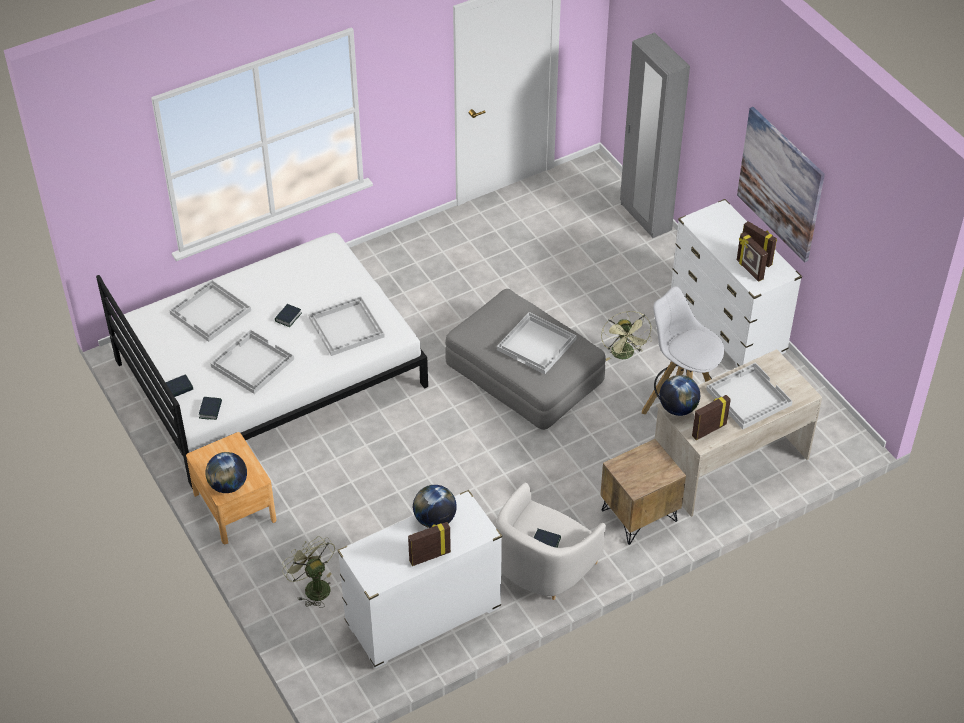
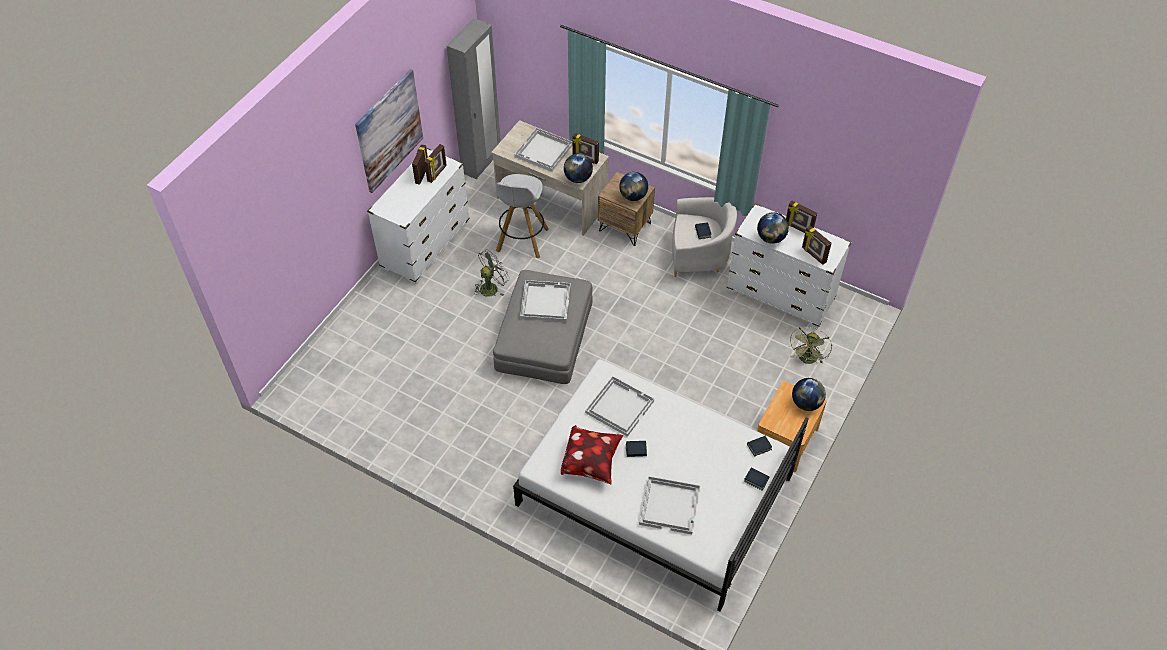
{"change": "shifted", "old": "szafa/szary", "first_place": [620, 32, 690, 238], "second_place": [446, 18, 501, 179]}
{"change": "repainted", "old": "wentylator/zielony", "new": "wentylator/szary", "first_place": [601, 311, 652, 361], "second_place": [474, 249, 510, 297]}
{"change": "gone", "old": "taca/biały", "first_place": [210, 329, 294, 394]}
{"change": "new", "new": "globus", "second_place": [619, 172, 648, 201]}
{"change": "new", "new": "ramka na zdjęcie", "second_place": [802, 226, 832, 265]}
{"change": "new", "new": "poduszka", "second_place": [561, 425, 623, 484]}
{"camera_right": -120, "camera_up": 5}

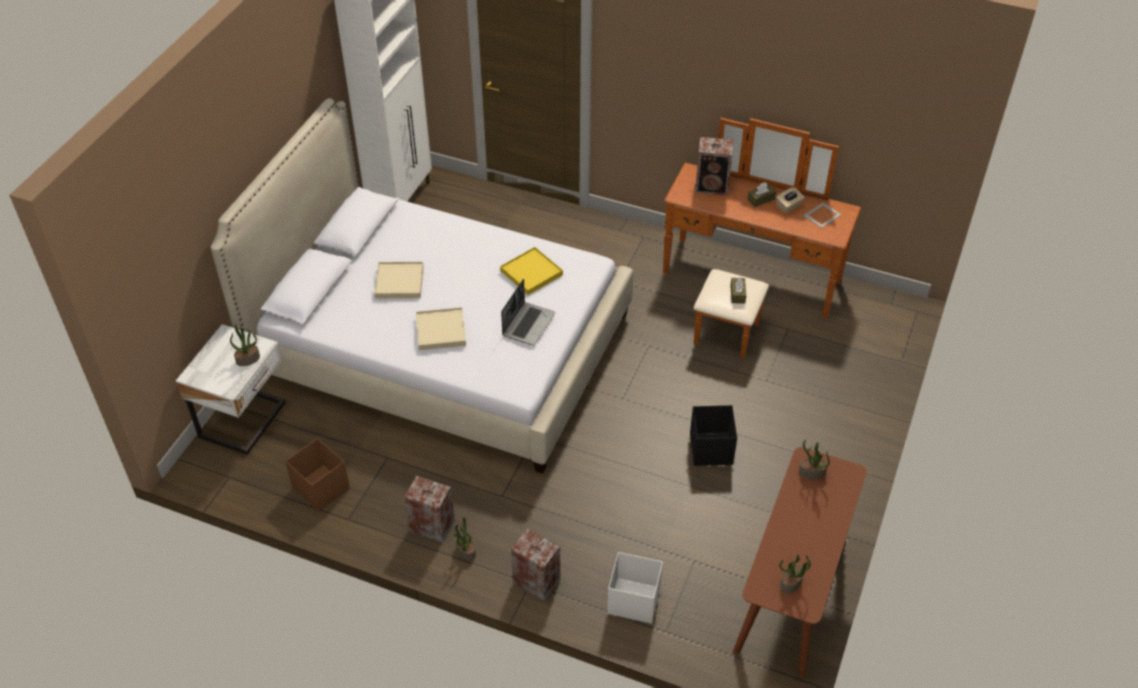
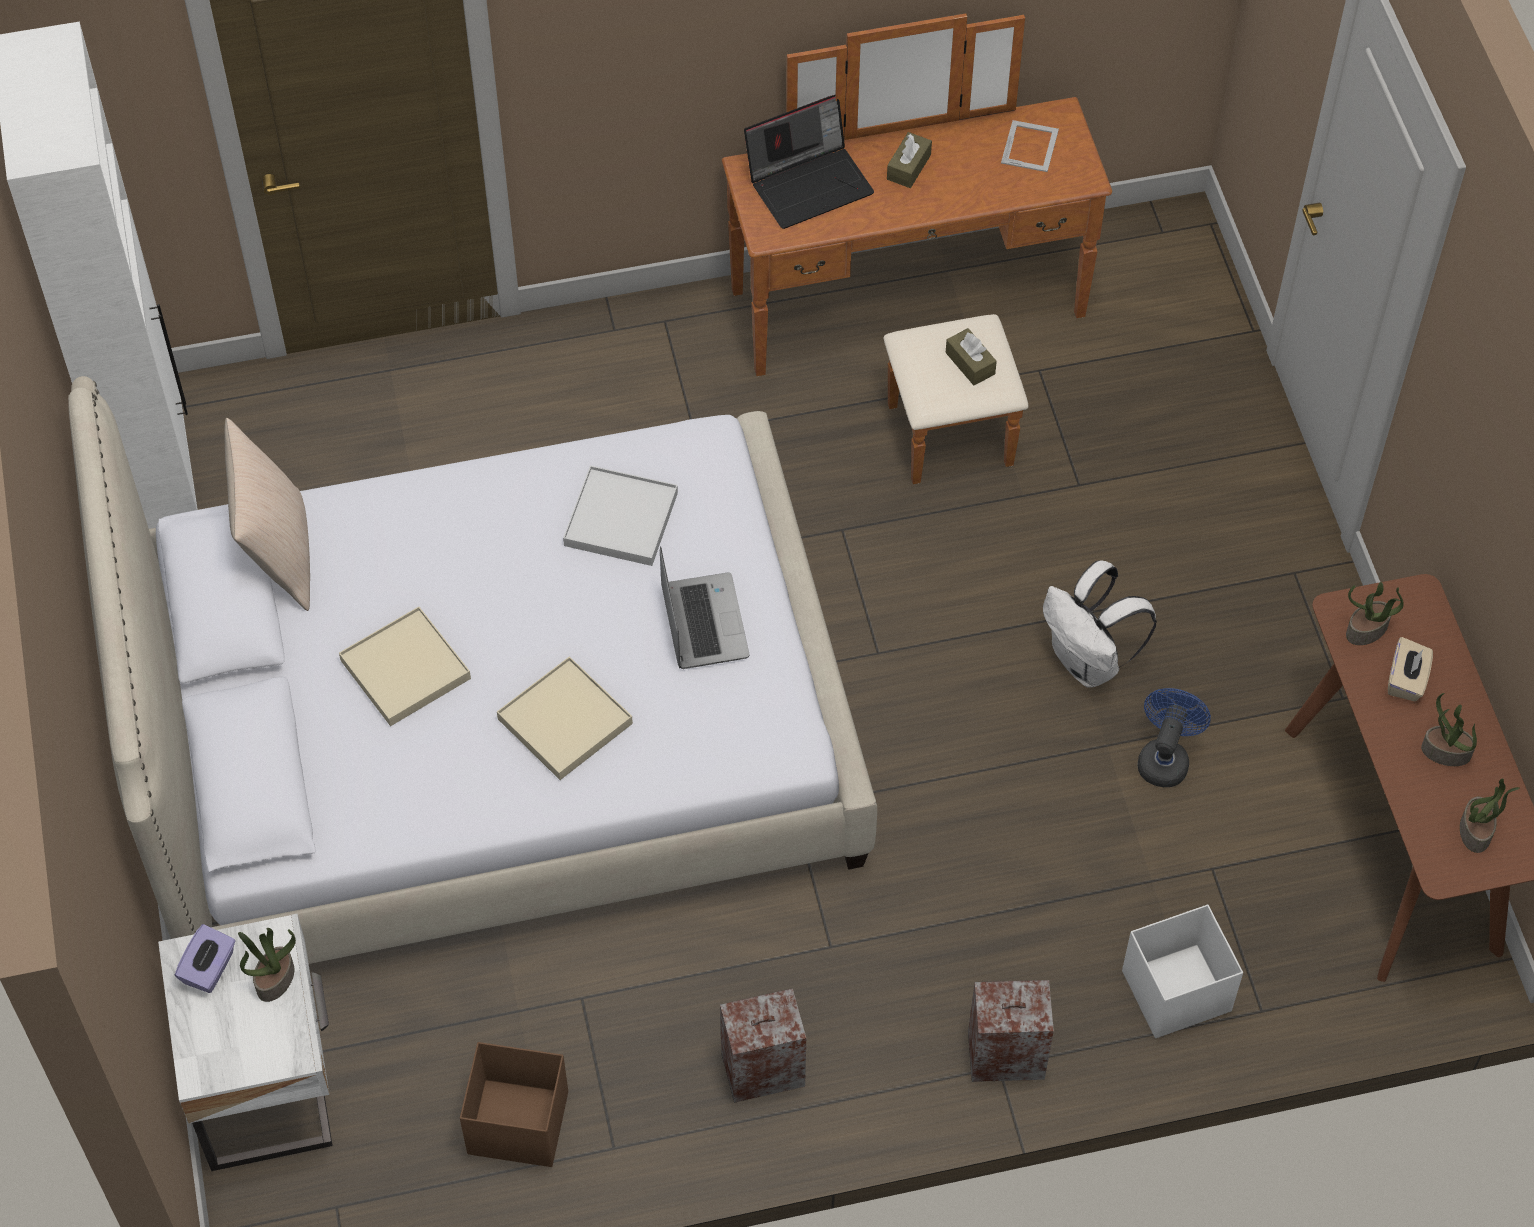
{"change": "swapped", "old": "głośnik", "new": "laptop", "first_place": [695, 137, 734, 196], "second_place": [744, 95, 874, 229]}
{"change": "shifted", "old": "pudełko chusteczek/beżowy", "first_place": [776, 187, 805, 213], "second_place": [1388, 637, 1433, 701]}
{"change": "repainted", "old": "taca/żółty", "new": "taca/biały", "first_place": [500, 247, 563, 295], "second_place": [563, 465, 678, 566]}
{"change": "swapped", "old": "pojemnik do przechowywania/czarny", "new": "plecak/biały", "first_place": [690, 405, 737, 466], "second_place": [1043, 561, 1157, 688]}
{"change": "shifted", "old": "roślina doniczkowa", "first_place": [453, 517, 476, 561], "second_place": [1421, 693, 1477, 766]}
{"change": "new", "new": "poduszka/beżowy", "second_place": [224, 418, 310, 611]}
{"change": "new", "new": "wentylator/niebieski", "second_place": [1138, 688, 1211, 787]}
{"change": "new", "new": "pudełko chusteczek/fioletowy", "second_place": [175, 924, 235, 993]}
{"camera_right": -35, "camera_up": 10}

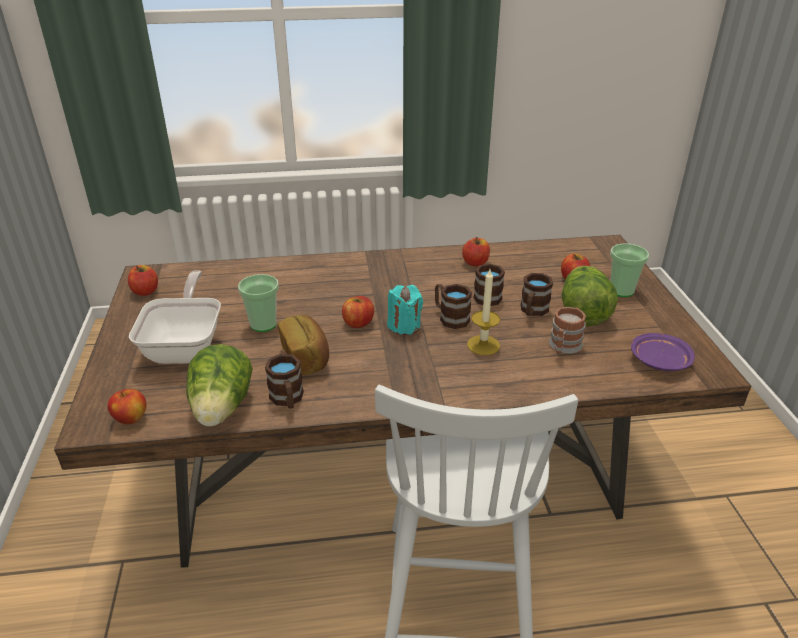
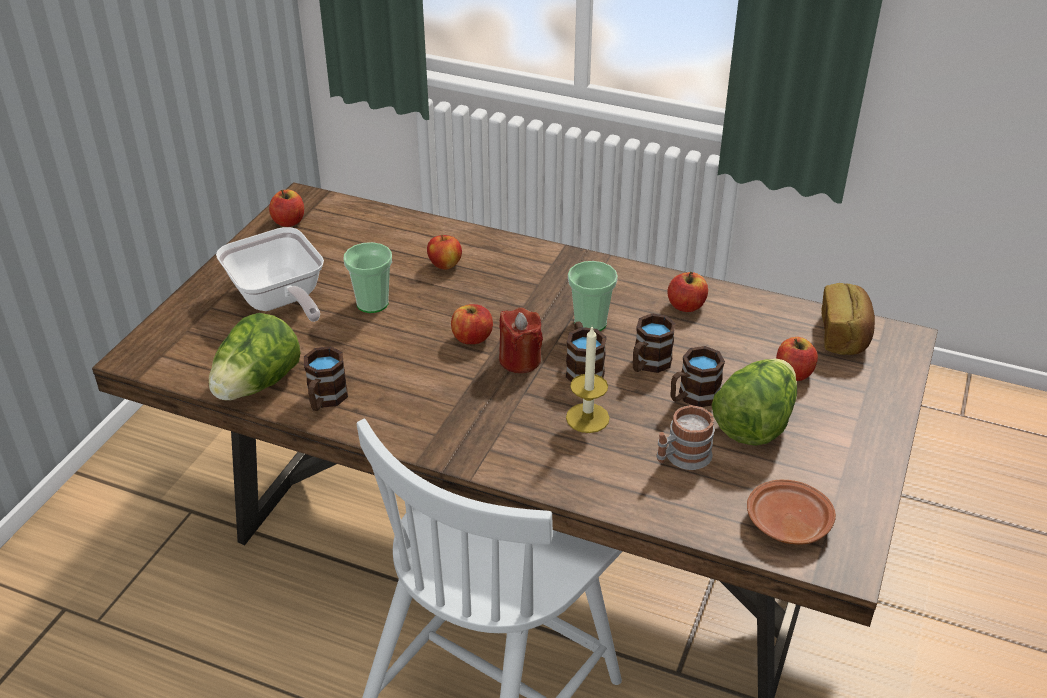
{"change": "shifted", "old": "filiżanka", "first_place": [610, 243, 649, 297], "second_place": [568, 261, 618, 331]}
{"change": "rotated", "old": "patelnia", "first_place": [129, 270, 221, 364], "second_place": [216, 227, 324, 322], "degrees": 120}
{"change": "repainted", "old": "świeca/turkusowy", "new": "świeca/czerwony", "first_place": [387, 285, 423, 335], "second_place": [499, 308, 543, 373]}
{"change": "shifted", "old": "chleb", "first_place": [278, 315, 329, 375], "second_place": [821, 283, 875, 355]}
{"change": "repainted", "old": "talerz/fioletowy", "new": "talerz/brązowy", "first_place": [631, 333, 695, 371], "second_place": [747, 480, 836, 544]}
{"change": "shifted", "old": "jabłko", "first_place": [108, 389, 147, 424], "second_place": [427, 235, 462, 270]}
{"camera_right": 30, "camera_up": 5}

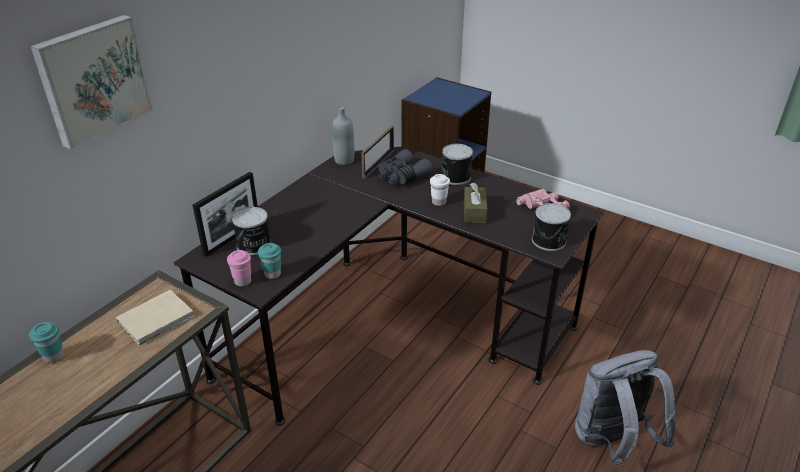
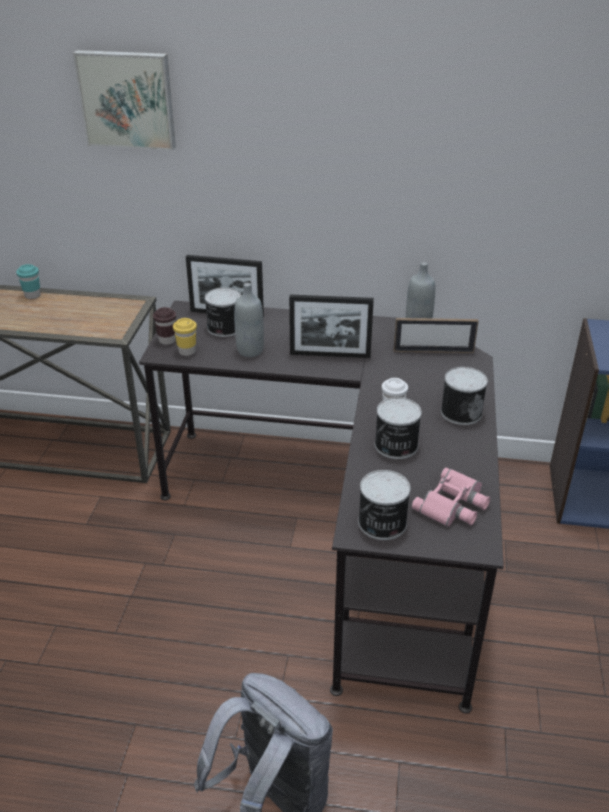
{"change": "gone", "old": "lornetka/szary", "first_place": [377, 149, 432, 185]}
{"change": "swapped", "old": "pudełko chusteczek/brązowy", "new": "puszka", "first_place": [464, 183, 487, 223], "second_place": [375, 397, 422, 459]}
{"change": "repainted", "old": "filiżanka/turkusowy", "new": "filiżanka/żółty", "first_place": [258, 243, 281, 279], "second_place": [173, 318, 197, 356]}
{"change": "repainted", "old": "filiżanka/różowy", "new": "filiżanka/brązowy", "first_place": [227, 250, 251, 287], "second_place": [153, 307, 176, 345]}
{"change": "gone", "old": "książka/beżowy", "first_place": [116, 290, 194, 346]}
{"change": "new", "new": "butelka/szary", "second_place": [234, 283, 264, 357]}
{"change": "new", "new": "ramka na zdjęcie", "second_place": [289, 295, 374, 358]}
{"camera_right": 65, "camera_up": 0}

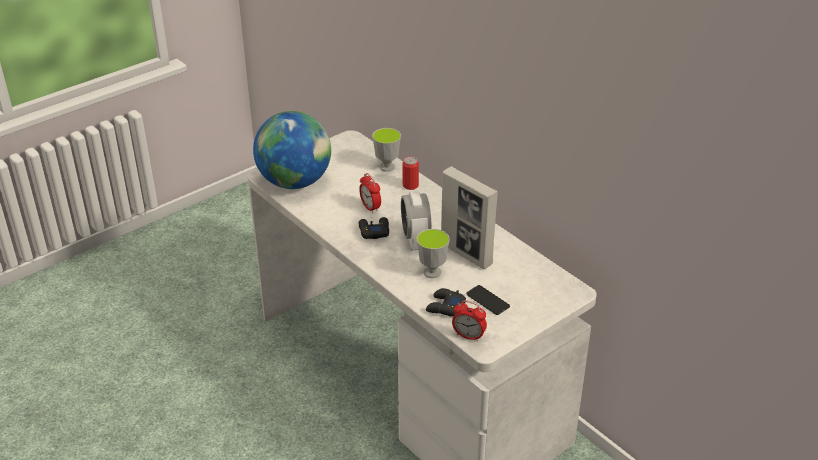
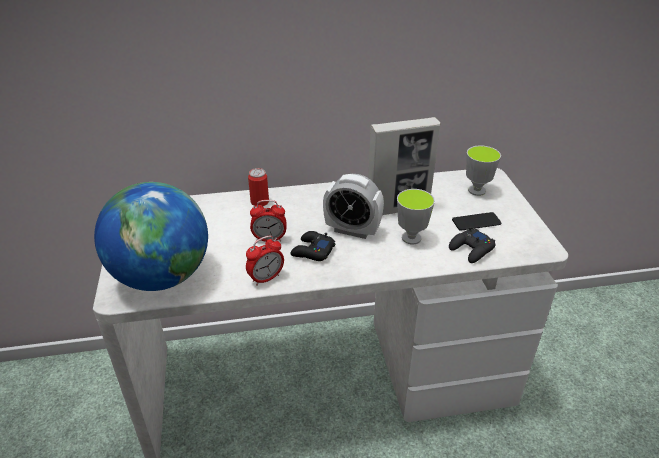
{"change": "shifted", "old": "filiżanka", "first_place": [372, 128, 401, 172], "second_place": [466, 145, 501, 196]}
{"change": "shifted", "old": "budzik", "first_place": [452, 300, 487, 342], "second_place": [246, 236, 284, 286]}
{"camera_right": -60, "camera_up": 0}

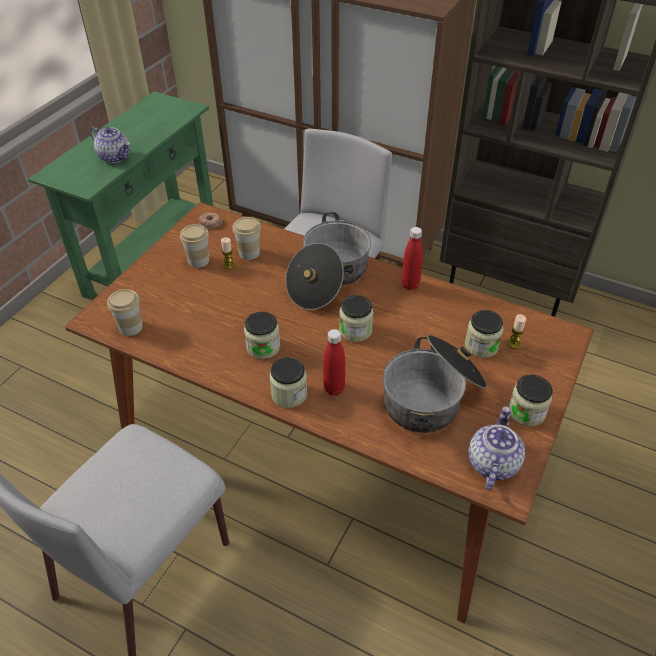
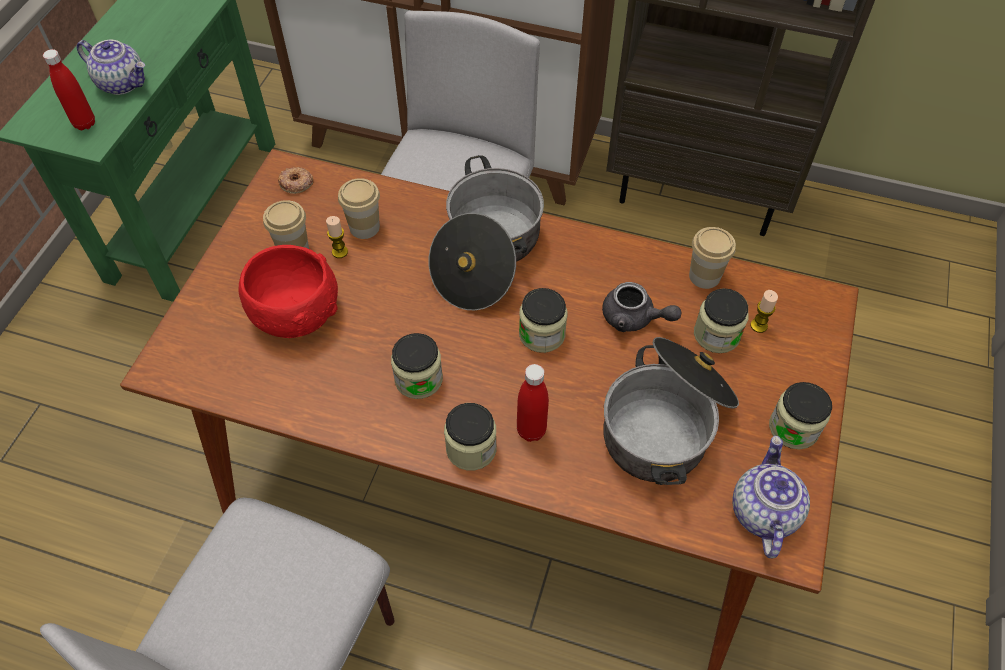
{"change": "shifted", "old": "butelka/czerwony", "first_place": [401, 227, 423, 290], "second_place": [43, 49, 95, 130]}
{"change": "shifted", "old": "filiżanka", "first_place": [107, 289, 143, 336], "second_place": [689, 227, 736, 289]}
{"change": "new", "new": "miska/czerwony", "second_place": [239, 245, 338, 338]}
{"change": "new", "new": "imbryk/szary", "second_place": [602, 282, 681, 332]}
{"camera_right": -10, "camera_up": 10}

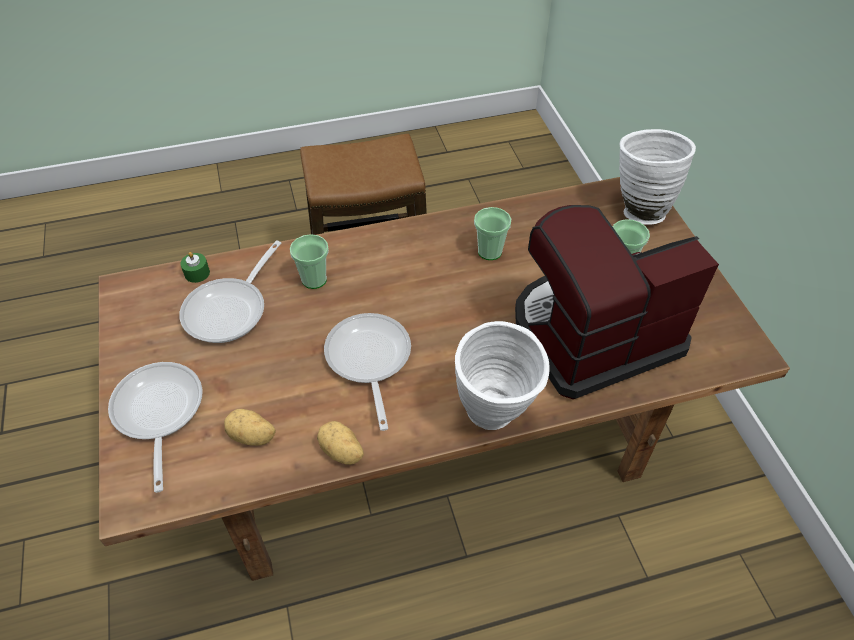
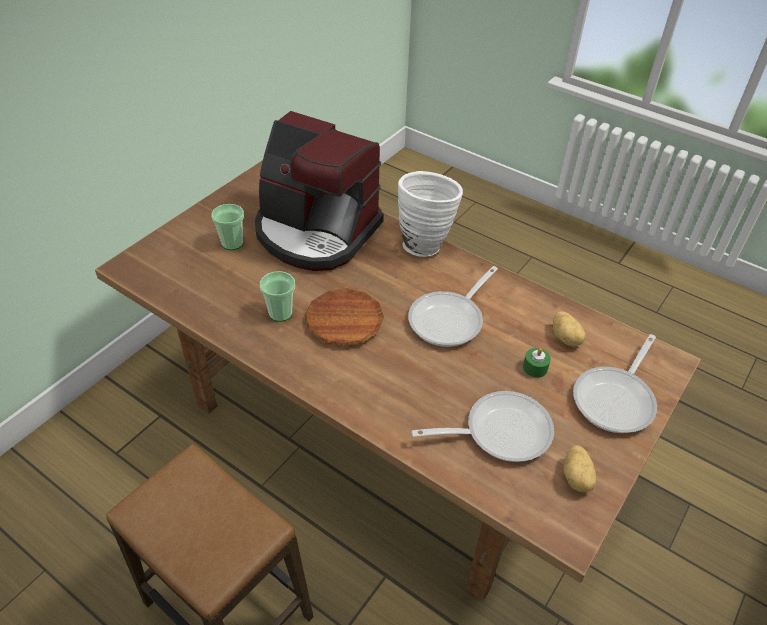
{"change": "gone", "old": "wazon/biały", "first_place": [619, 129, 696, 225]}
{"change": "gone", "old": "filiżanka", "first_place": [290, 234, 329, 289]}
{"change": "shifted", "old": "świeca/zielony", "first_place": [180, 252, 210, 283], "second_place": [523, 348, 551, 378]}
{"change": "shifted", "old": "ziemniak", "first_place": [317, 421, 364, 465], "second_place": [564, 445, 596, 493]}
{"change": "new", "new": "talerz/brązowy", "second_place": [305, 288, 384, 346]}
{"camera_right": -130, "camera_up": -5}

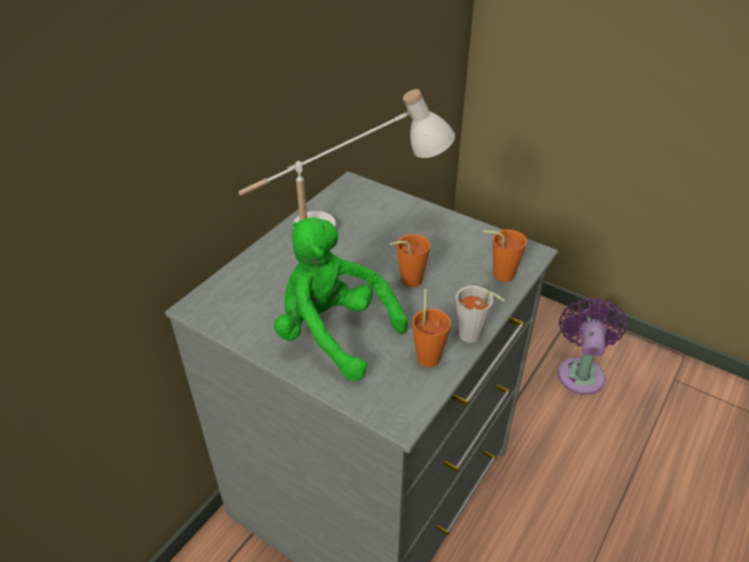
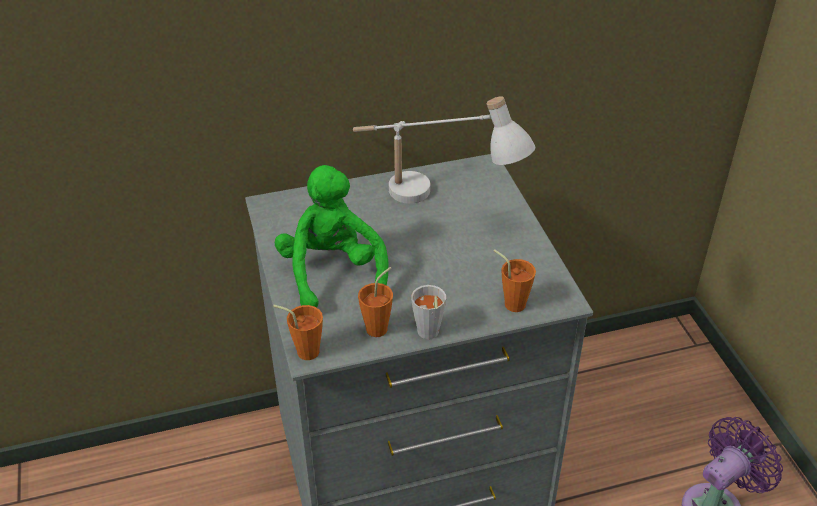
{"change": "shifted", "old": "filiżanka/pomarańczowy", "first_place": [390, 234, 431, 287], "second_place": [273, 305, 323, 360]}
{"camera_right": 40, "camera_up": 0}

